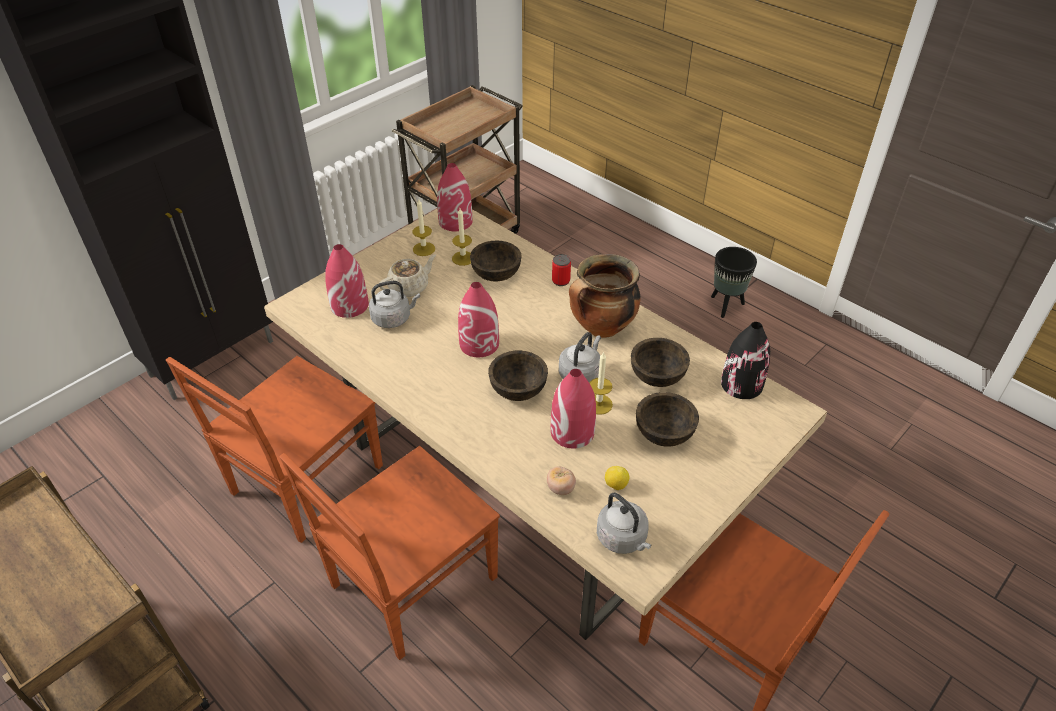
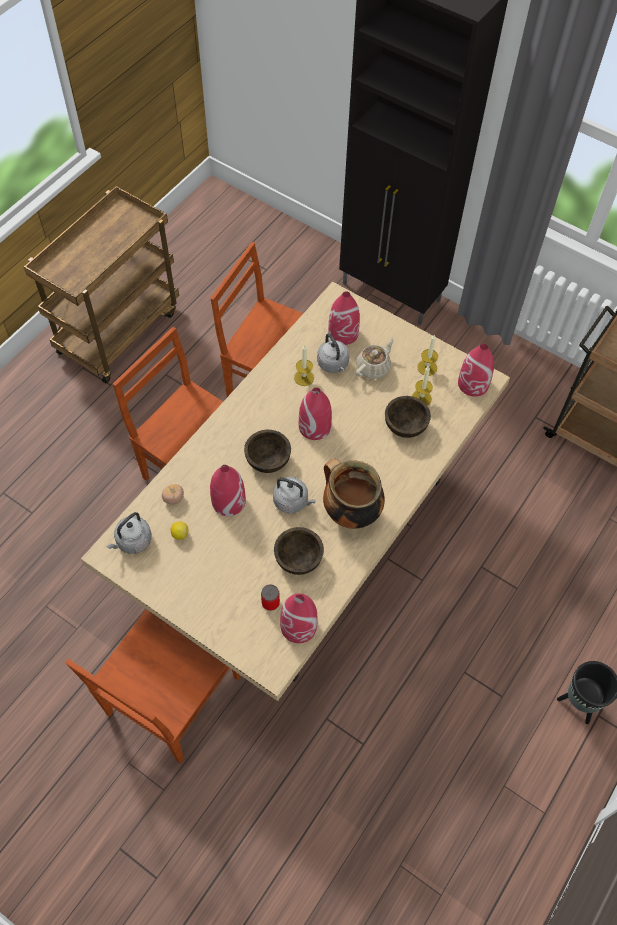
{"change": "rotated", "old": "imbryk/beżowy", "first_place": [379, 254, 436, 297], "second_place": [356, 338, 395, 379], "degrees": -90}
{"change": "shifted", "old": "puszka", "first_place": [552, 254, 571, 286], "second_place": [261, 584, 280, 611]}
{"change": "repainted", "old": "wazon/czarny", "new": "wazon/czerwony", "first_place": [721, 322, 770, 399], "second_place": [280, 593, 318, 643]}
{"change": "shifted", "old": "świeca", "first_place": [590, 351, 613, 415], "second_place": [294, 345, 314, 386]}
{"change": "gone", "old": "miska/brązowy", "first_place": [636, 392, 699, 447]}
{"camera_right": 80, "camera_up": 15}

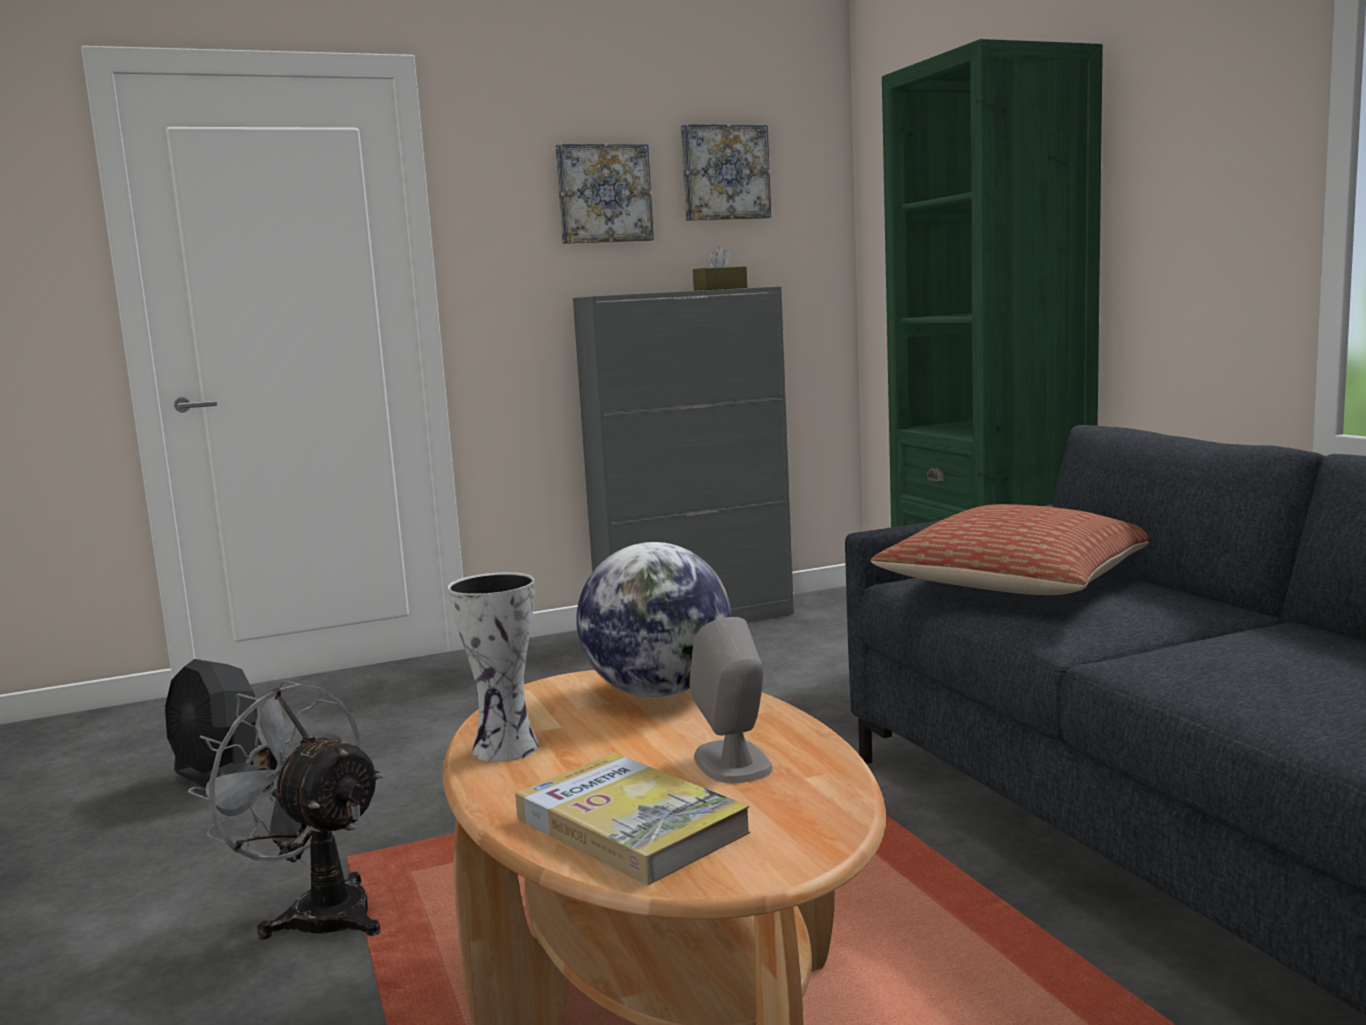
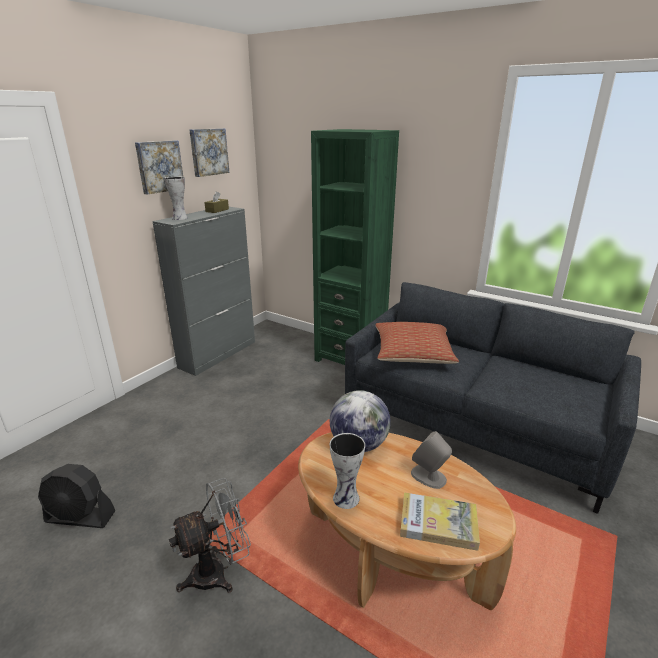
{"change": "rotated", "old": "wentylator/szary", "first_place": [188, 681, 383, 940], "second_place": [169, 478, 251, 592], "degrees": 150}
{"change": "new", "new": "wazon", "second_place": [164, 176, 188, 220]}
{"camera_right": -35, "camera_up": 15}

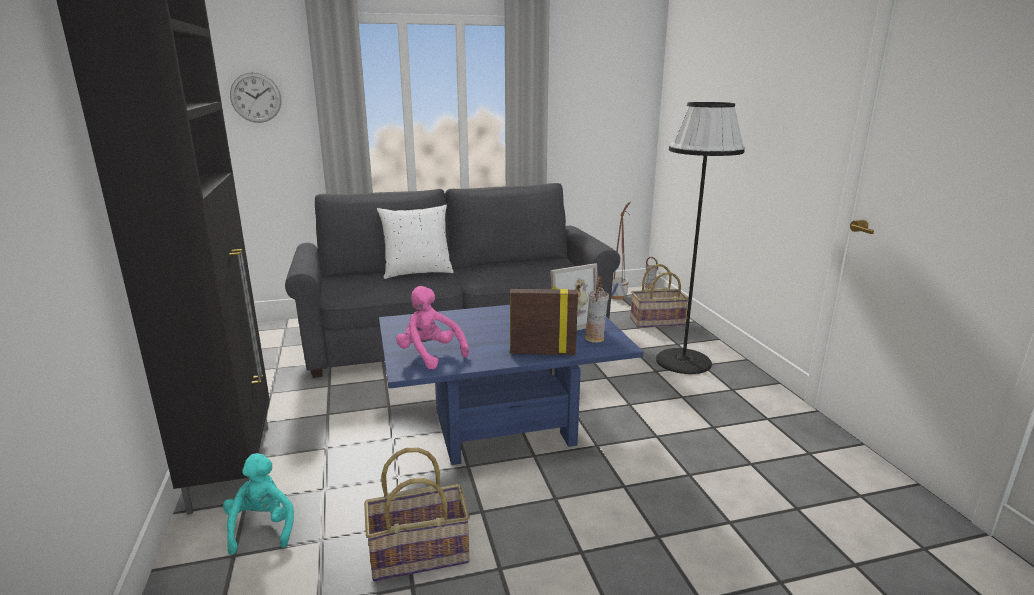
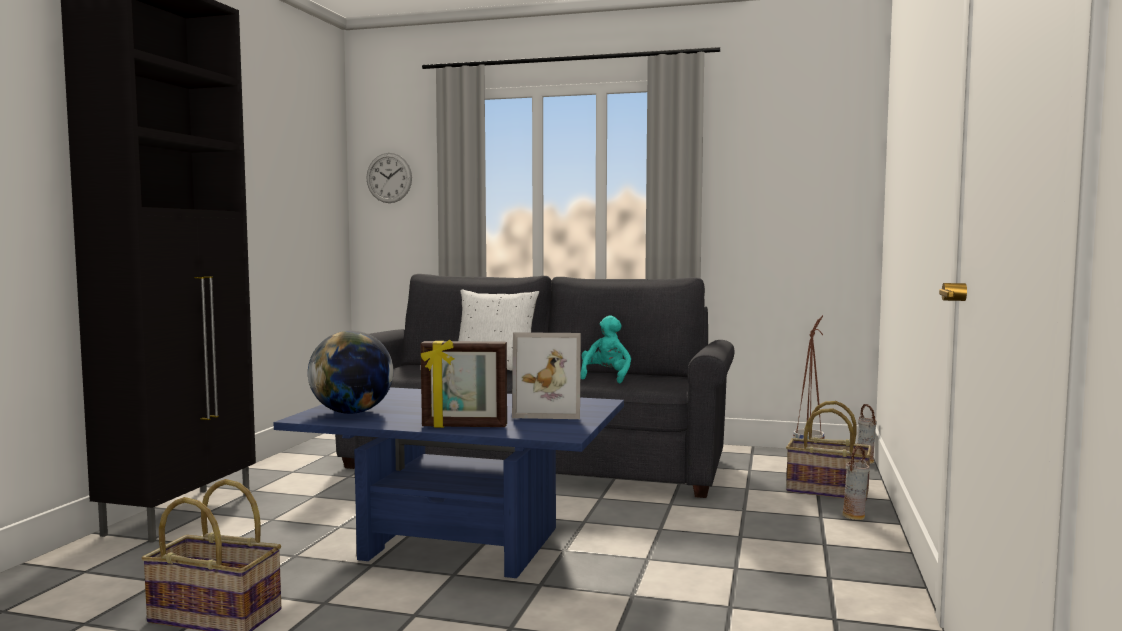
{"change": "gone", "old": "lampa stojąca/czarny", "first_place": [656, 102, 745, 374]}
{"change": "shifted", "old": "wazon", "first_place": [585, 276, 609, 343], "second_place": [842, 445, 870, 520]}
{"change": "swapped", "old": "pluszak/różowy", "new": "globus", "first_place": [396, 286, 469, 369], "second_place": [308, 331, 393, 414]}
{"change": "rotated", "old": "ramka na zdjęcie", "first_place": [510, 286, 578, 355], "second_place": [421, 339, 507, 428], "degrees": 150}
{"change": "shifted", "old": "pluszak/turkusowy", "first_place": [223, 453, 294, 555], "second_place": [580, 315, 631, 383]}
{"camera_right": 30, "camera_up": -15}

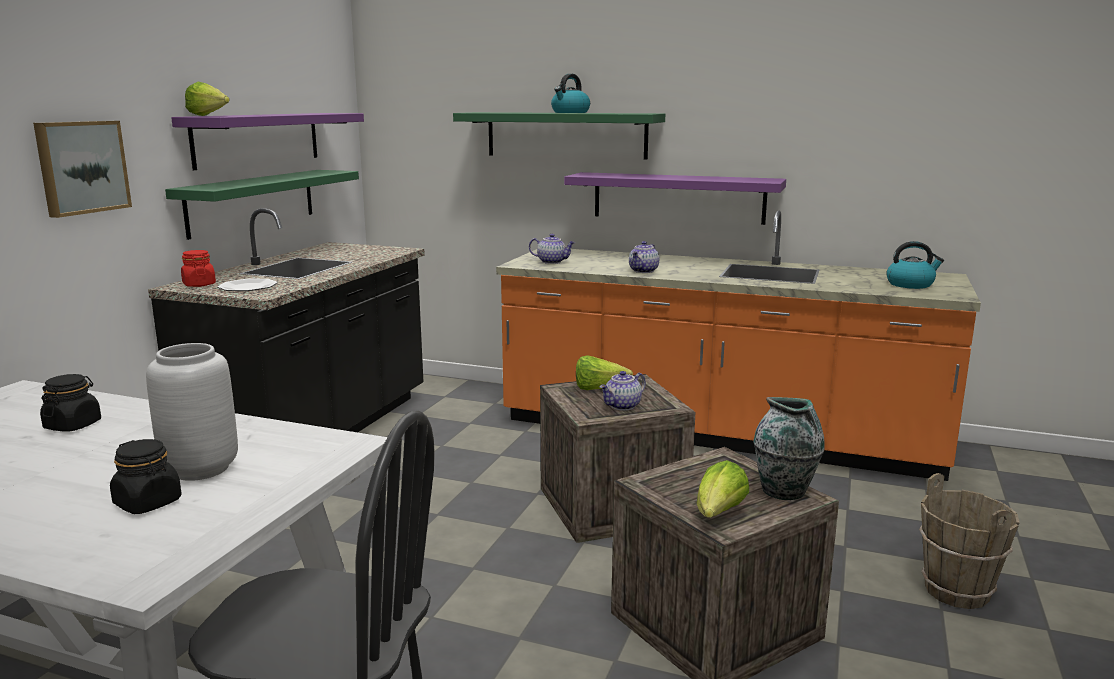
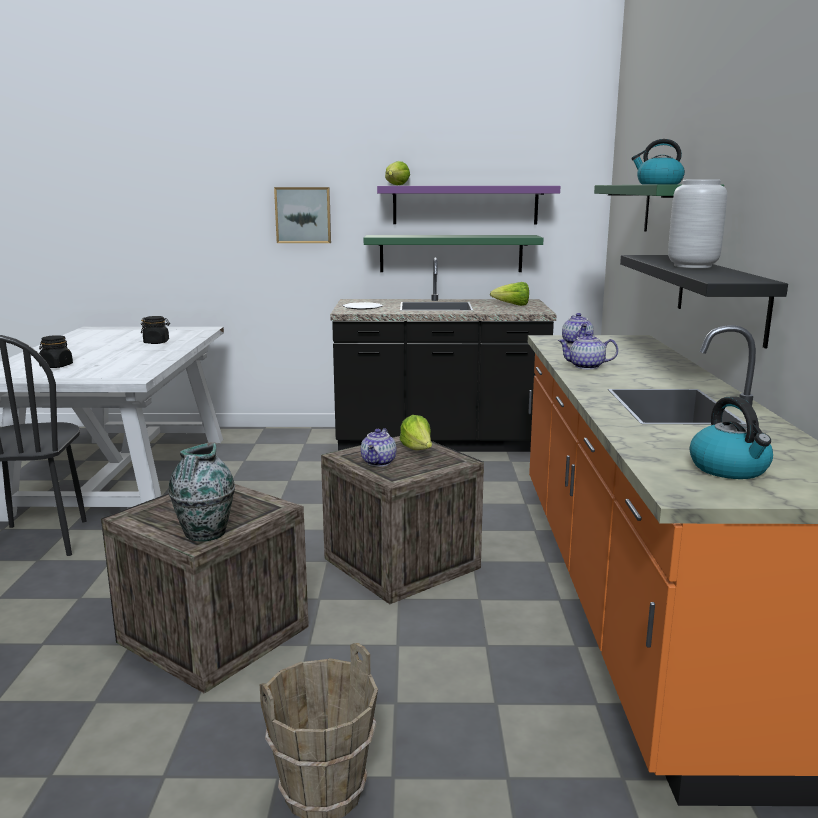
{"change": "repainted", "old": "półka/fioletowy", "new": "półka/czarny", "first_place": [564, 172, 786, 225], "second_place": [620, 255, 788, 348]}
{"change": "gone", "old": "słoik/czerwony", "first_place": [181, 250, 216, 287]}
{"change": "shifted", "old": "wazon/szary", "first_place": [146, 343, 238, 481], "second_place": [668, 179, 727, 268]}
{"change": "rotated", "old": "imbryk", "first_place": [600, 371, 646, 411], "second_place": [361, 428, 397, 467], "degrees": -105}
{"change": "shifted", "old": "sałata", "first_place": [697, 460, 749, 518], "second_place": [490, 282, 529, 306]}
{"camera_right": 70, "camera_up": 0}

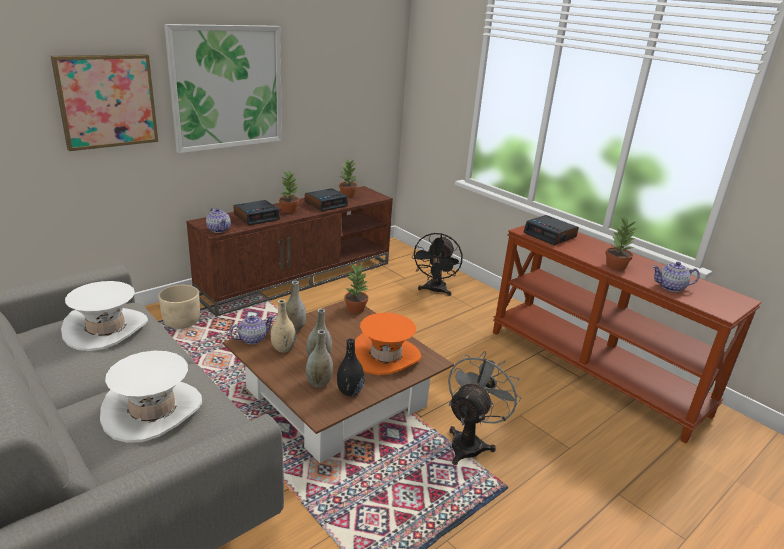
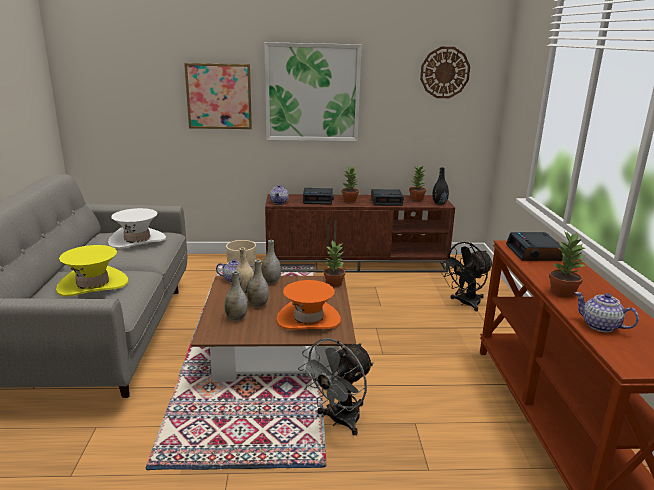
{"change": "shifted", "old": "wazon/czarny", "first_place": [337, 339, 364, 396], "second_place": [432, 167, 449, 205]}
{"change": "repainted", "old": "kapelusz/biały", "new": "kapelusz/żółty", "first_place": [100, 351, 202, 443], "second_place": [56, 245, 128, 297]}
{"change": "rotated", "old": "wentylator/szary", "first_place": [448, 351, 521, 465], "second_place": [298, 338, 374, 435], "degrees": 150}
{"change": "new", "new": "zegar ścienny", "second_place": [420, 47, 470, 98]}
{"camera_right": 40, "camera_up": -5}

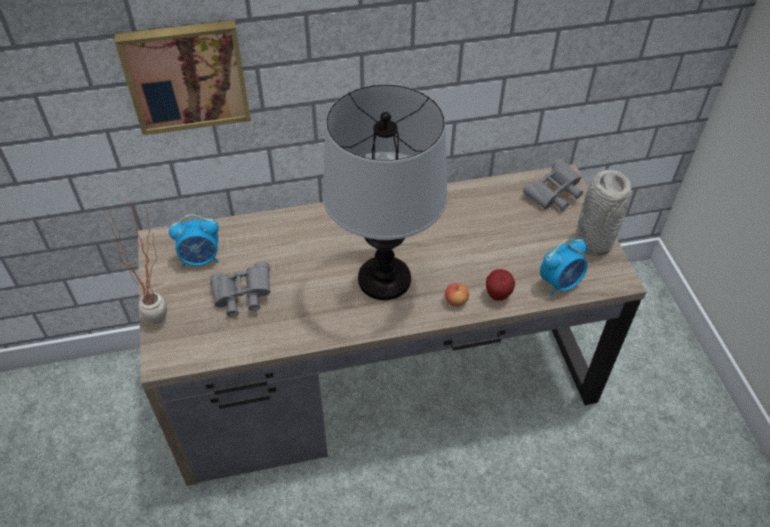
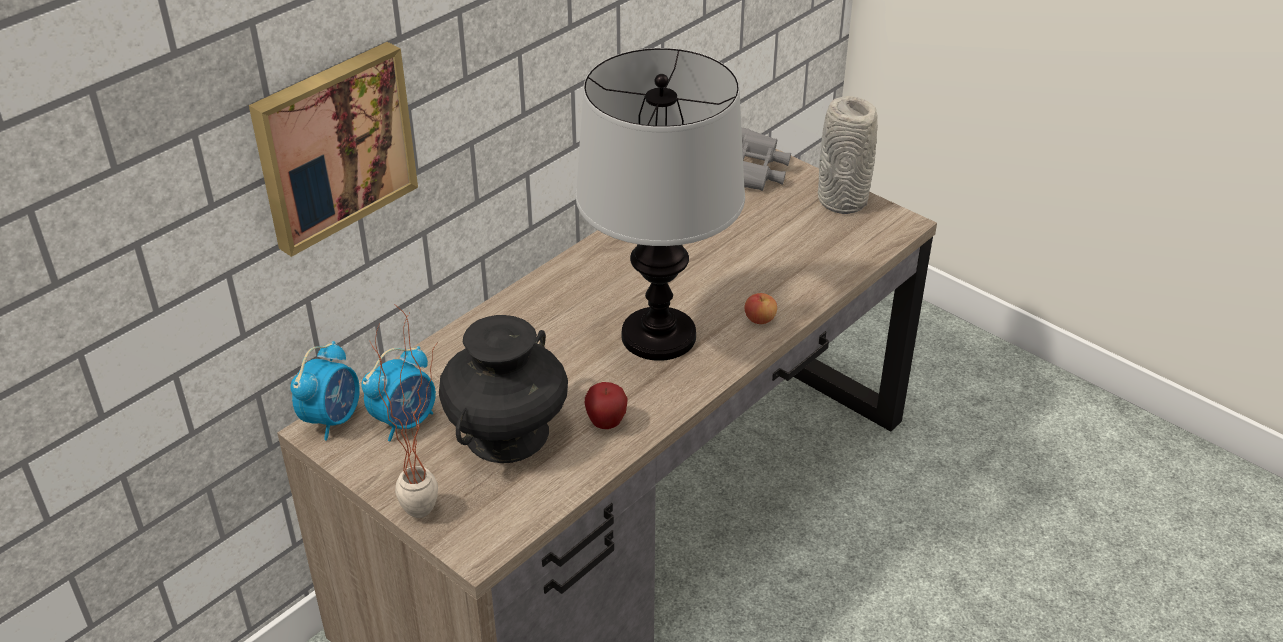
{"change": "shifted", "old": "budzik", "first_place": [540, 239, 588, 296], "second_place": [290, 341, 360, 440]}
{"change": "swapped", "old": "lornetka/szary", "new": "wazon/czarny", "first_place": [210, 261, 271, 317], "second_place": [439, 315, 568, 463]}
{"change": "shifted", "old": "jabłko", "first_place": [486, 269, 515, 301], "second_place": [585, 382, 628, 429]}
{"camera_right": -35, "camera_up": -10}

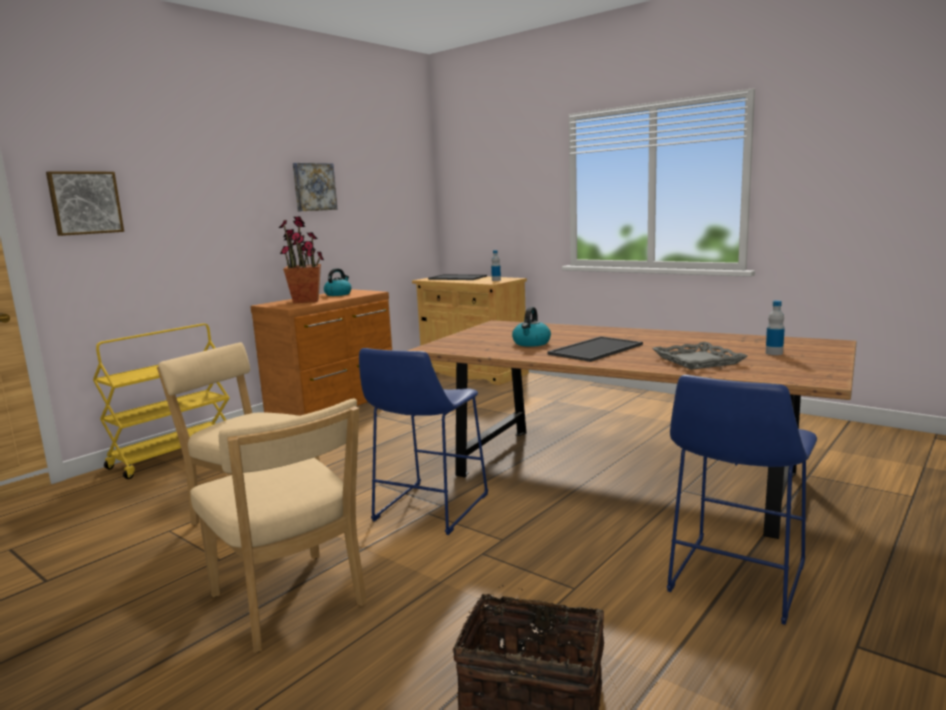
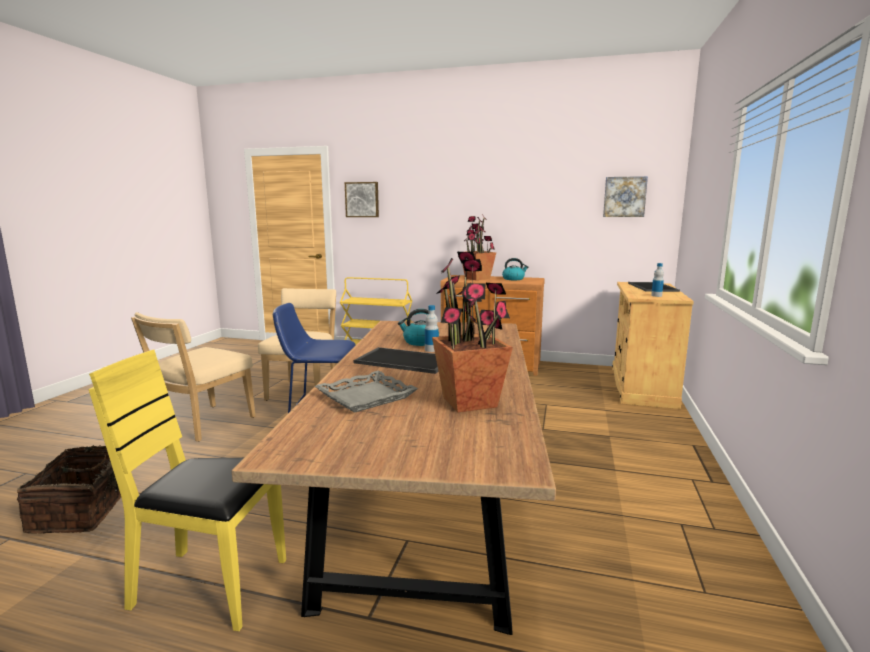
{"change": "shifted", "old": "obraz", "first_place": [293, 163, 338, 212], "second_place": [603, 176, 648, 217]}
{"change": "shifted", "old": "butelka", "first_place": [766, 300, 785, 355], "second_place": [425, 305, 438, 352]}
{"change": "swapped", "old": "stołek/niebieski", "new": "krzesło/żółty", "first_place": [667, 375, 817, 625], "second_place": [89, 350, 286, 631]}
{"change": "new", "new": "roślina doniczkowa", "second_place": [432, 252, 513, 412]}
{"camera_right": 65, "camera_up": 0}

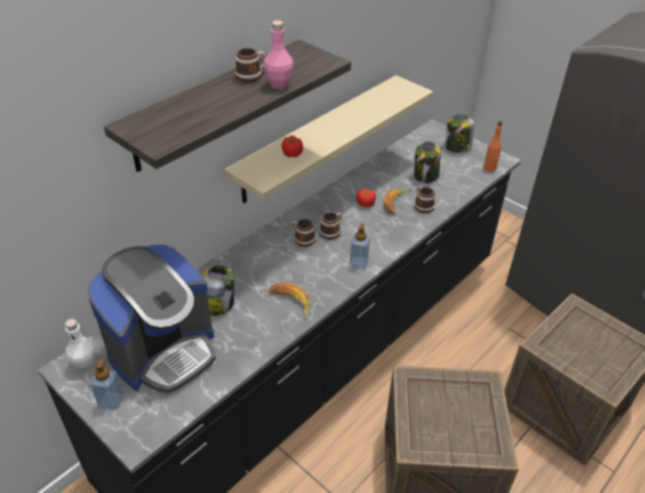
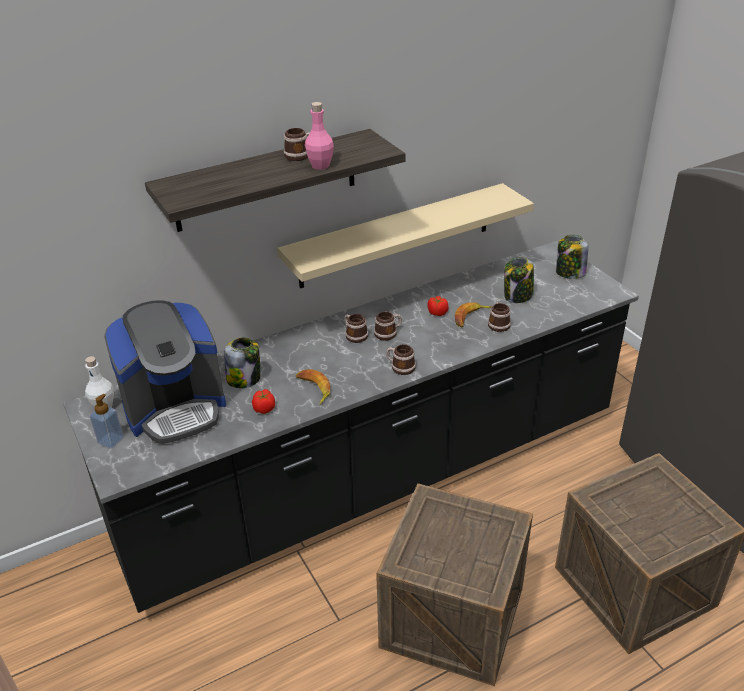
{"change": "gone", "old": "butelka/pomarańczowy", "first_place": [484, 121, 502, 172]}
{"change": "shifted", "old": "pomidor", "first_place": [282, 135, 303, 157], "second_place": [252, 389, 275, 414]}
{"change": "swapped", "old": "dozownik mydła", "new": "kubek", "first_place": [350, 223, 370, 269], "second_place": [386, 344, 416, 375]}
{"camera_right": 20, "camera_up": -5}

